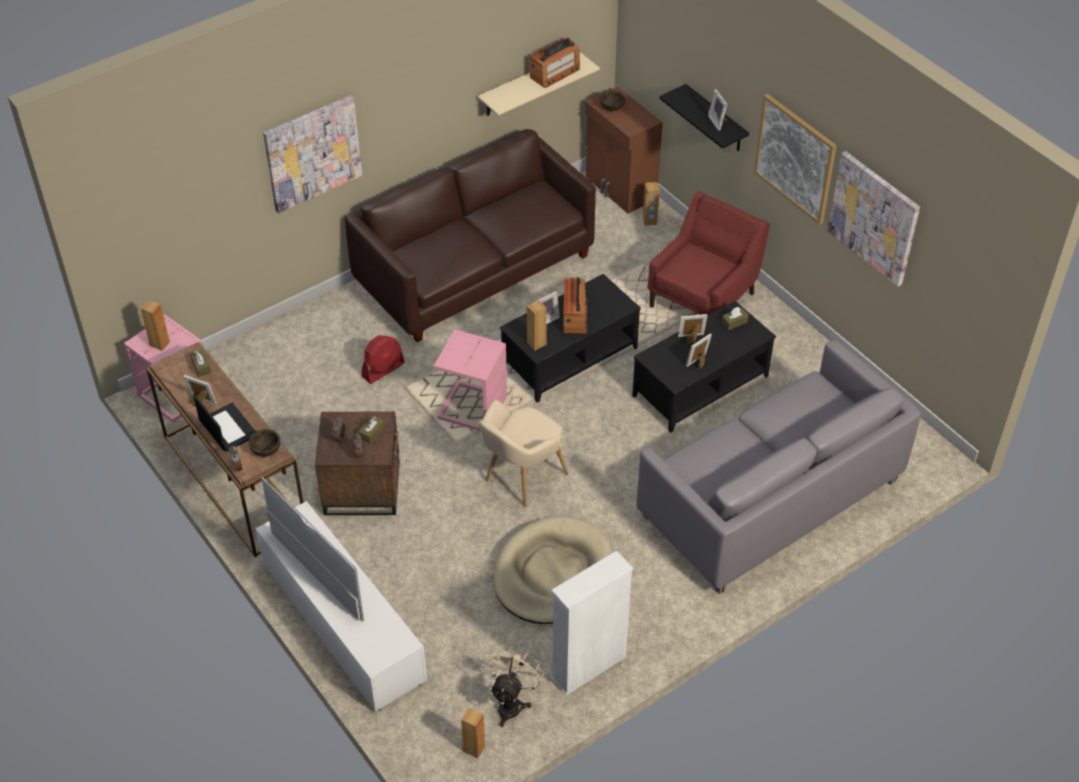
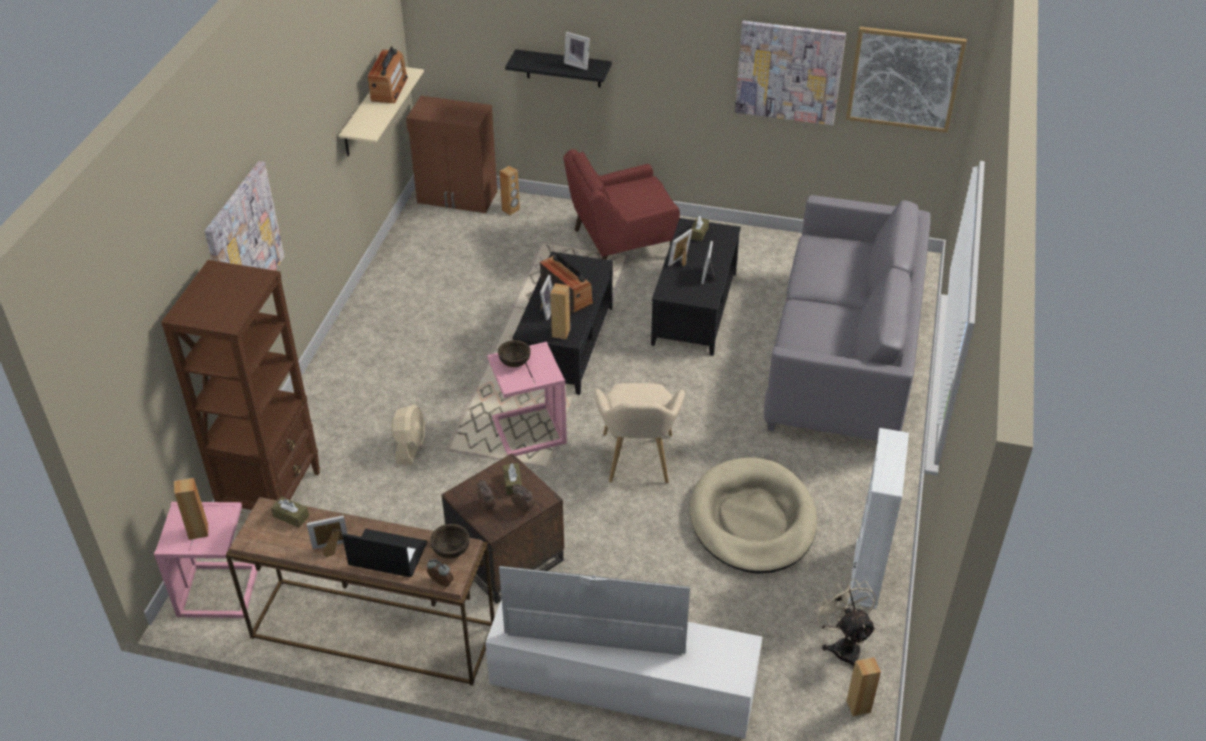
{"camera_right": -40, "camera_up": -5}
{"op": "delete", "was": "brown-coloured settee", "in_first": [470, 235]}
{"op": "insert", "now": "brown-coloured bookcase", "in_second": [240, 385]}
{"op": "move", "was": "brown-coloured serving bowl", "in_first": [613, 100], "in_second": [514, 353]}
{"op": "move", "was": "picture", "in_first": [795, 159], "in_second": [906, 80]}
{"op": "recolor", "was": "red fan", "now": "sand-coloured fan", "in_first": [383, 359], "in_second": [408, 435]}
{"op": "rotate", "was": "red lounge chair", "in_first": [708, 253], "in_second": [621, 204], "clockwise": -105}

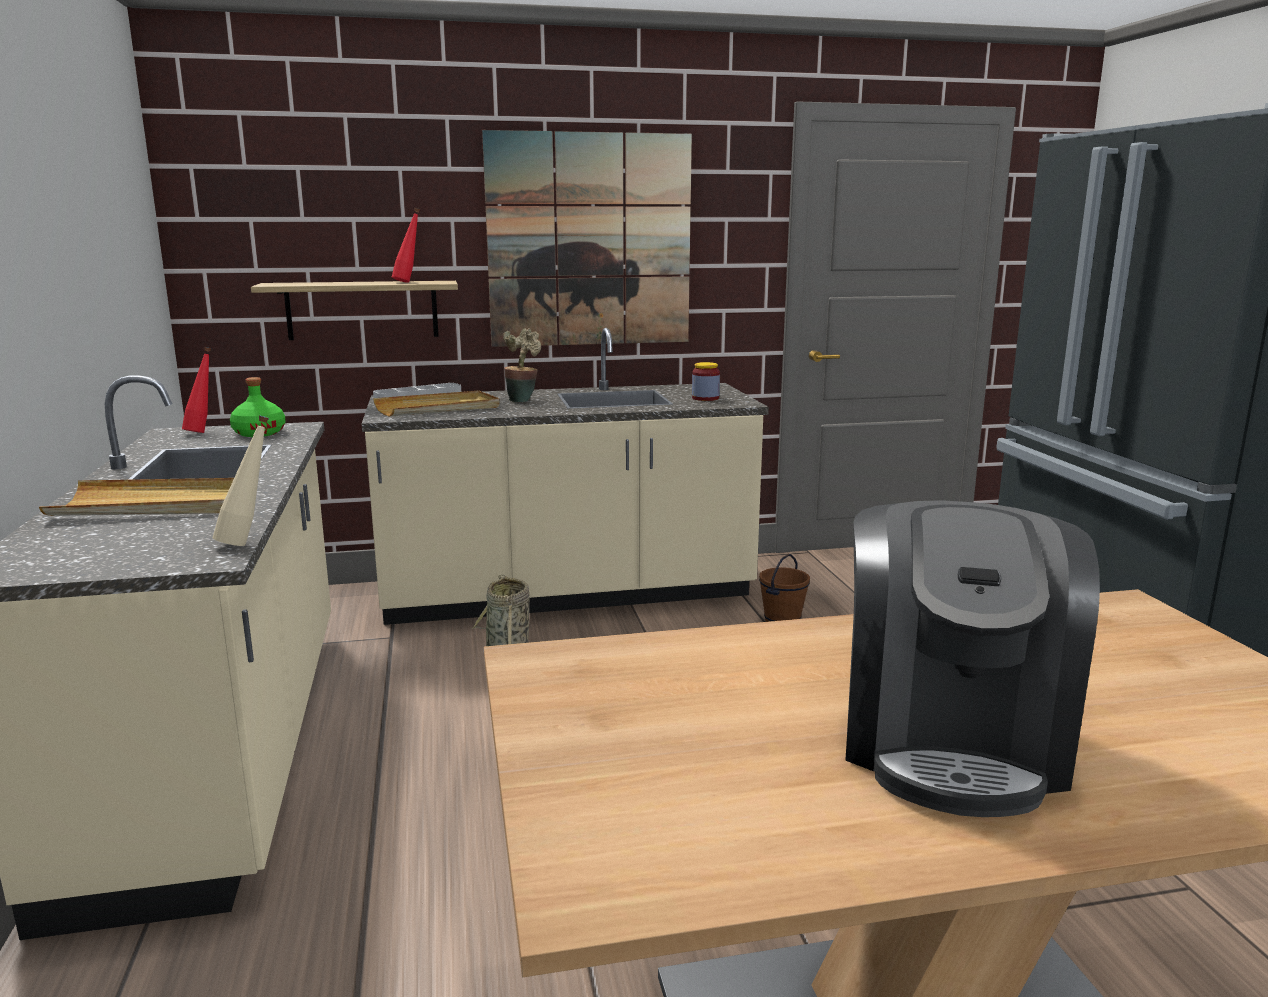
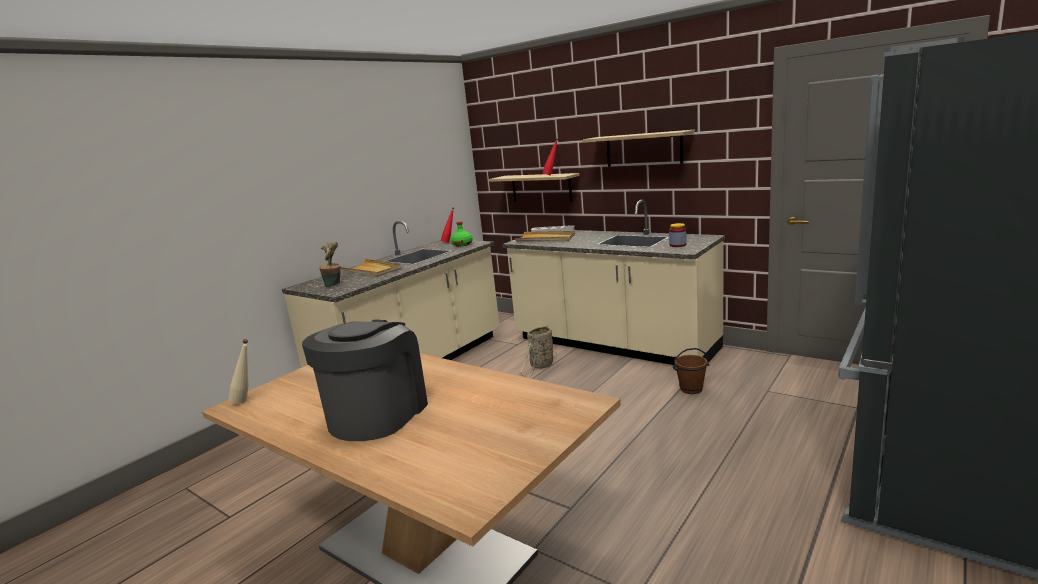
{"camera_right": 50, "camera_up": 0}
{"op": "move", "was": "sand-coloured beverage bottle", "in_first": [240, 480], "in_second": [239, 371]}
{"op": "move", "was": "plant in a pot", "in_first": [522, 365], "in_second": [329, 264]}
{"op": "replace", "was": "picture", "now": "shelf", "in_first": [587, 238], "in_second": [639, 148]}
{"op": "rotate", "was": "coffee brewer", "in_first": [972, 658], "in_second": [365, 380], "clockwise": 135}

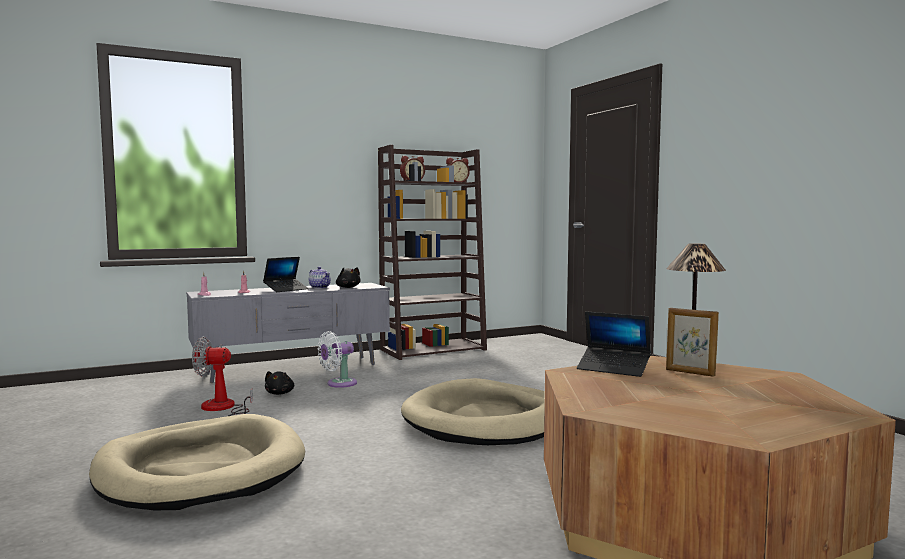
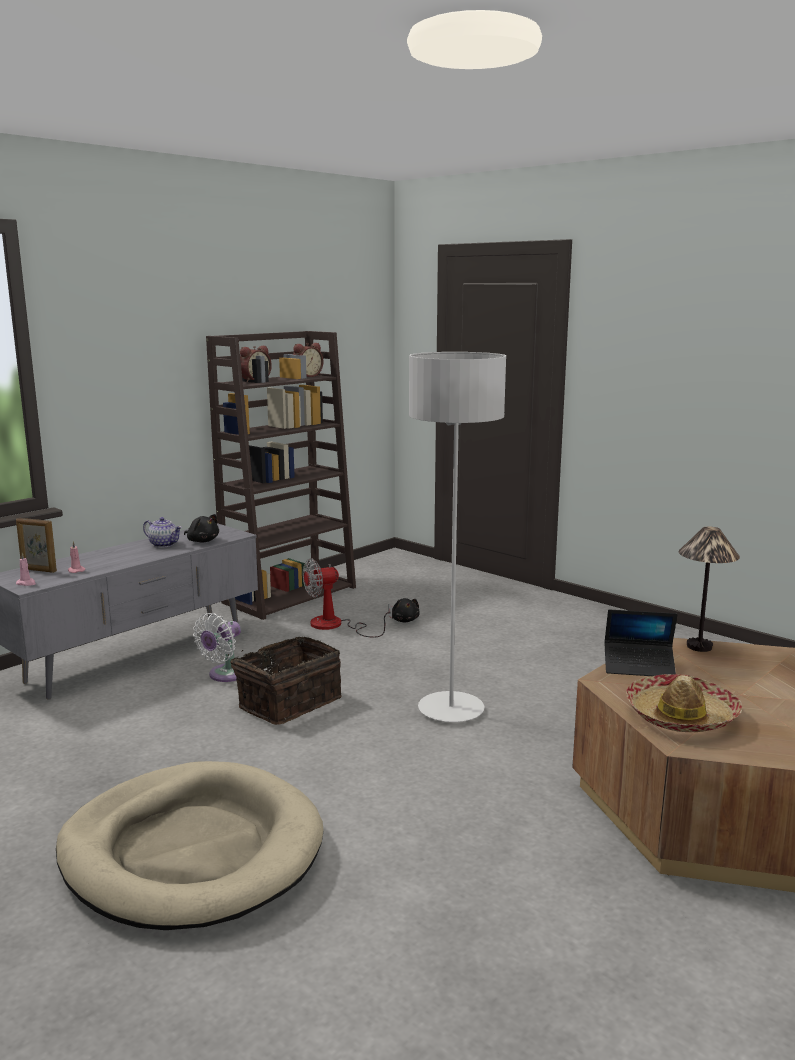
{"camera_right": -20, "camera_up": 10}
{"op": "delete", "was": "laptop", "in_first": [286, 274]}
{"op": "insert", "now": "basket", "in_second": [285, 680]}
{"op": "insert", "now": "wearable hat", "in_second": [684, 703]}
{"op": "move", "was": "fan", "in_first": [222, 376], "in_second": [347, 598]}
{"op": "move", "was": "black-coloured plush toy", "in_first": [279, 383], "in_second": [406, 610]}
{"op": "move", "was": "standing frame", "in_first": [692, 342], "in_second": [36, 545]}
{"op": "replace", "was": "sand-coloured pet bed", "now": "grey floor lamp", "in_first": [473, 411], "in_second": [457, 537]}

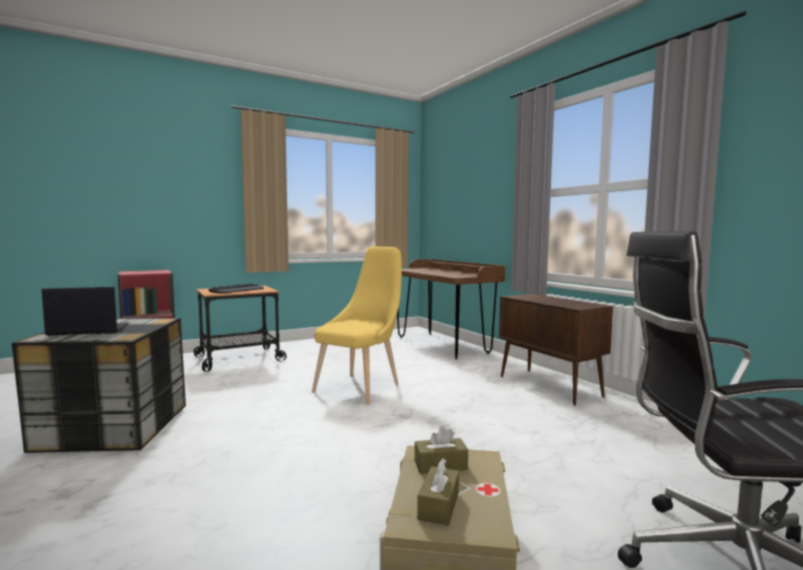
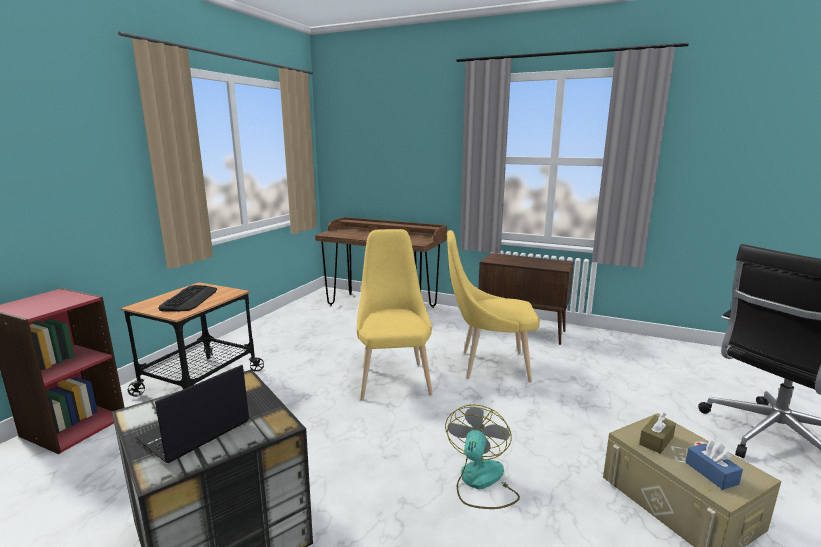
{"camera_right": -35, "camera_up": 10}
{"op": "insert", "now": "fan", "in_second": [482, 457]}
{"op": "insert", "now": "yellow-coloured chair", "in_second": [493, 306]}
{"op": "recolor", "was": "brown-coloured tissue box", "now": "bluish tissue box", "in_first": [438, 492], "in_second": [714, 465]}

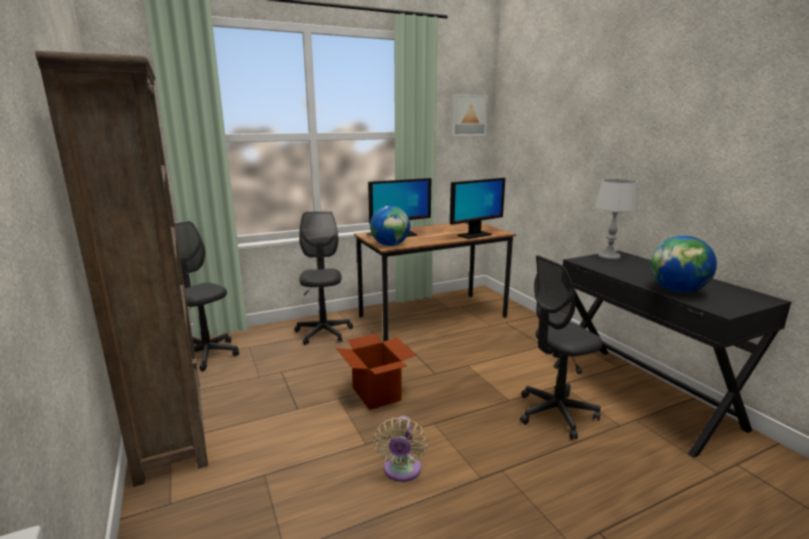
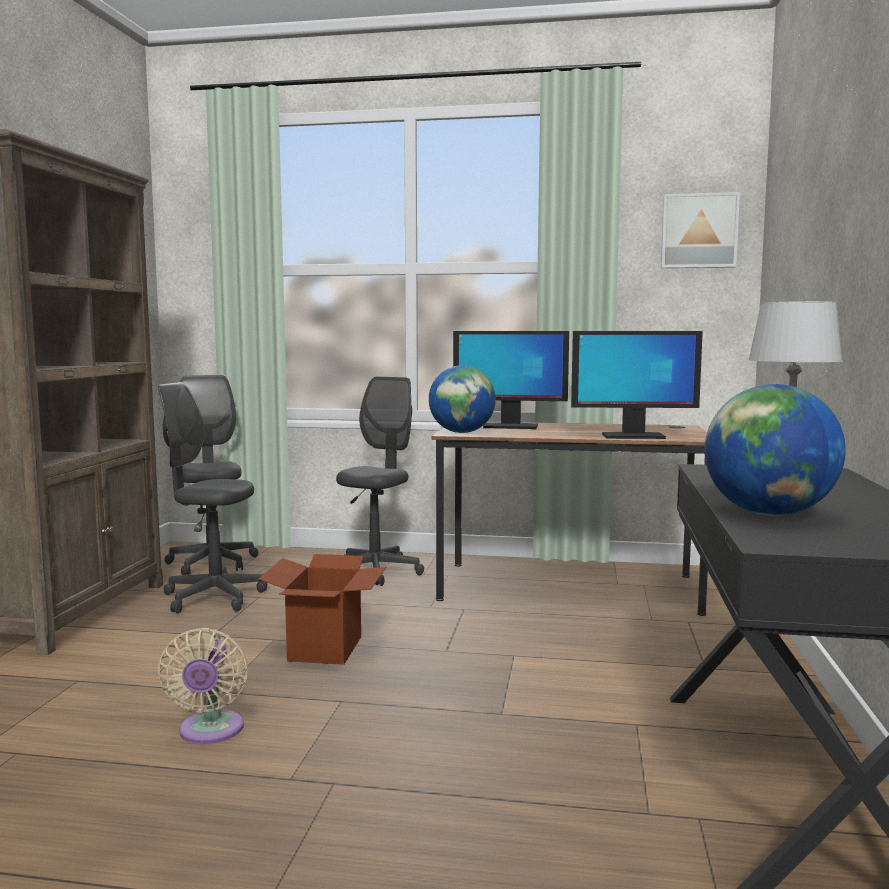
{"camera_right": 35, "camera_up": -10}
{"op": "move", "was": "grey desk chair", "in_first": [561, 347], "in_second": [212, 497]}
{"op": "rotate", "was": "sand-coloured fan", "in_first": [400, 449], "in_second": [203, 686], "clockwise": -45}

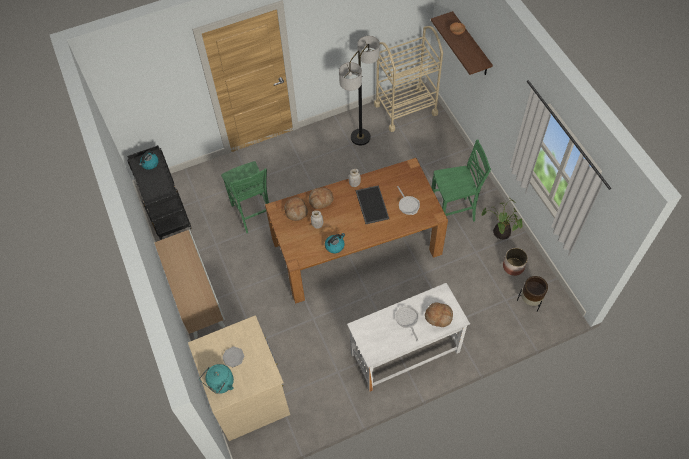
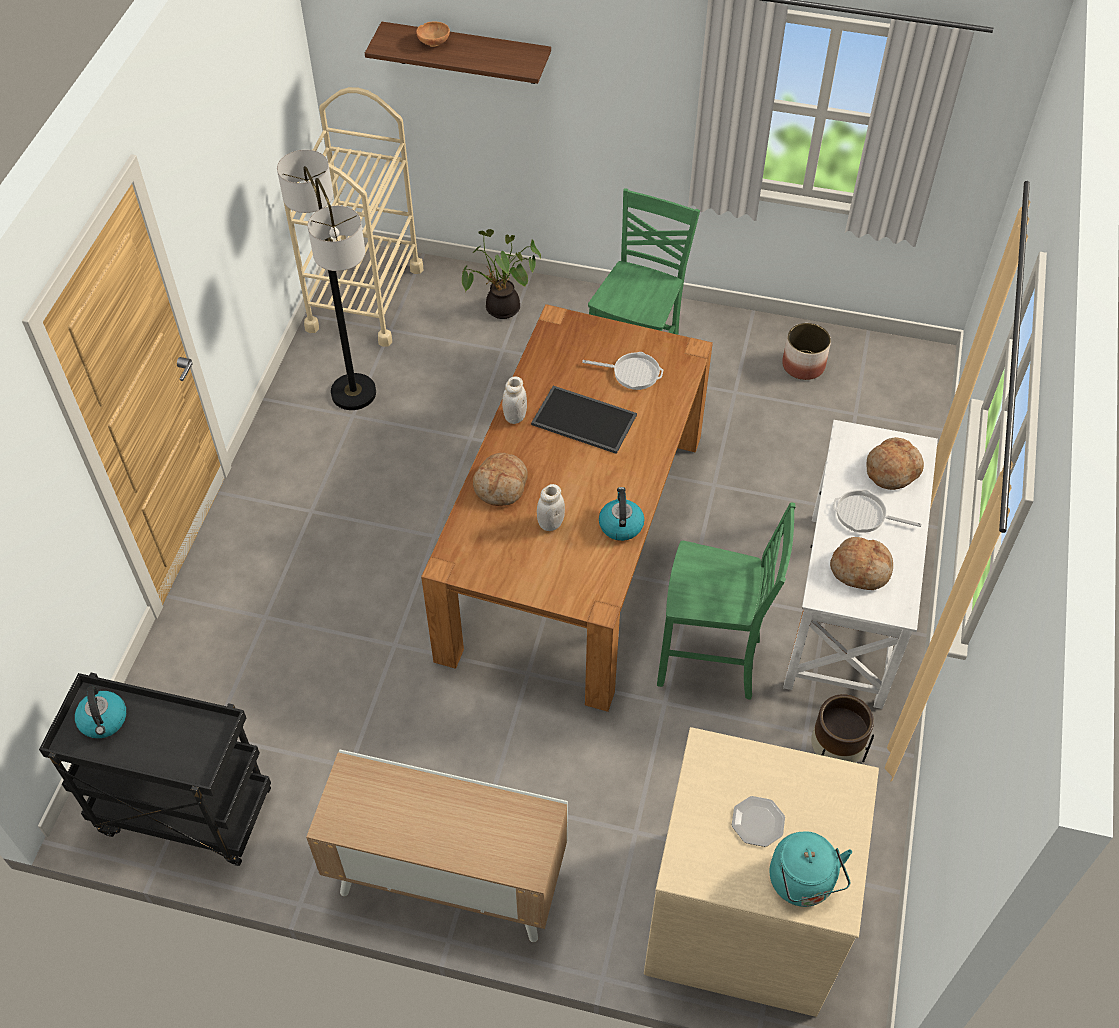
{"camera_right": -55, "camera_up": -5}
{"op": "move", "was": "greenish chair", "in_first": [245, 197], "in_second": [726, 601]}
{"op": "move", "was": "baked bread", "in_first": [296, 209], "in_second": [861, 563]}
{"op": "move", "was": "plant in a pot", "in_first": [501, 219], "in_second": [501, 274]}
{"op": "move", "was": "brown-coloured plant pot", "in_first": [532, 294], "in_second": [842, 728]}

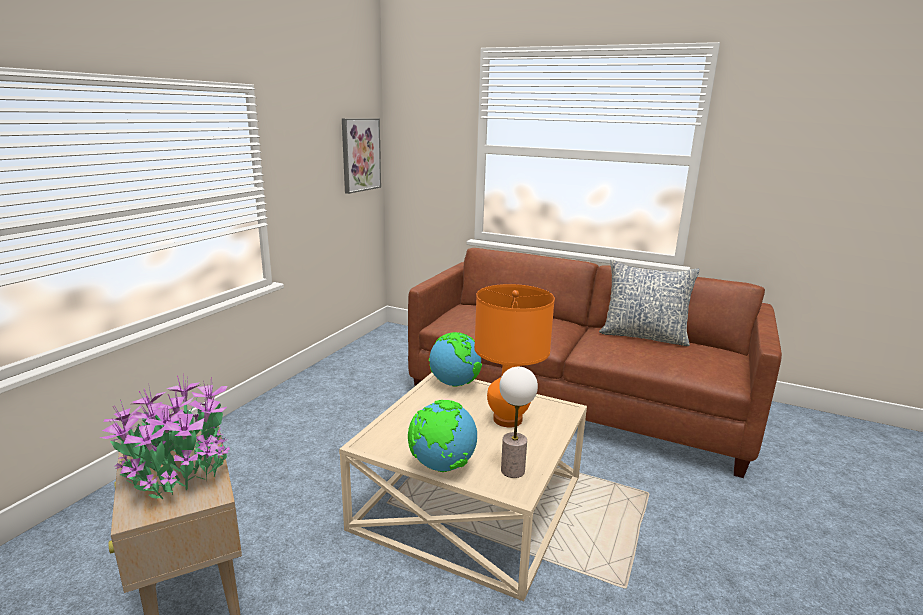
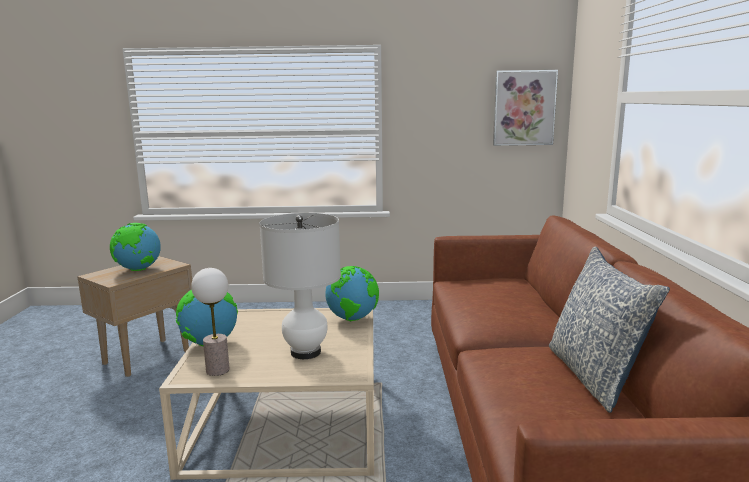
{"camera_right": 65, "camera_up": -5}
{"op": "replace", "was": "plant in a pot", "now": "desk globe", "in_first": [164, 437], "in_second": [135, 247]}
{"op": "recolor", "was": "orange-coloured lamp for a table", "now": "white lamp for a table", "in_first": [514, 355], "in_second": [300, 286]}

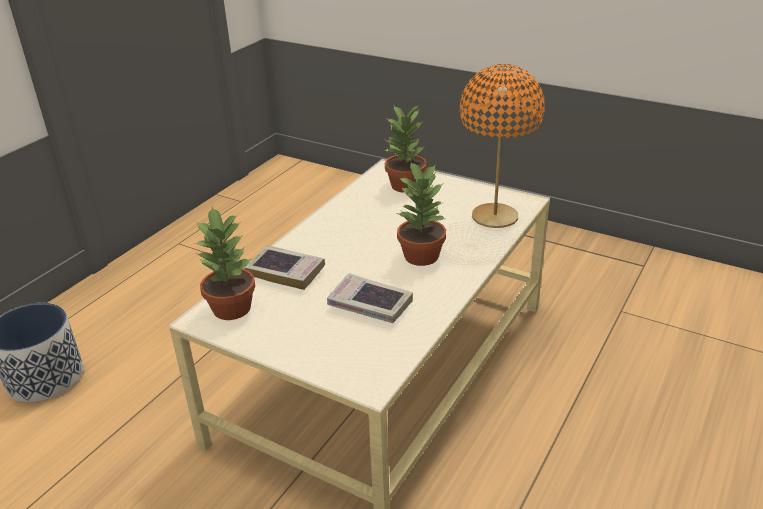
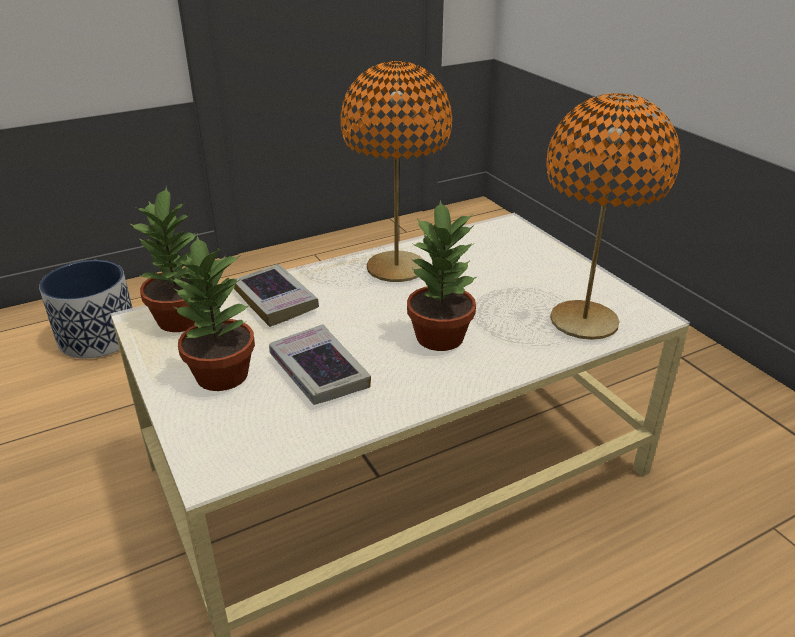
{"camera_right": 30, "camera_up": 0}
{"op": "insert", "now": "orange-coloured lamp for a table", "in_second": [396, 171]}
{"op": "move", "was": "plant in a pot", "in_first": [406, 149], "in_second": [212, 313]}

